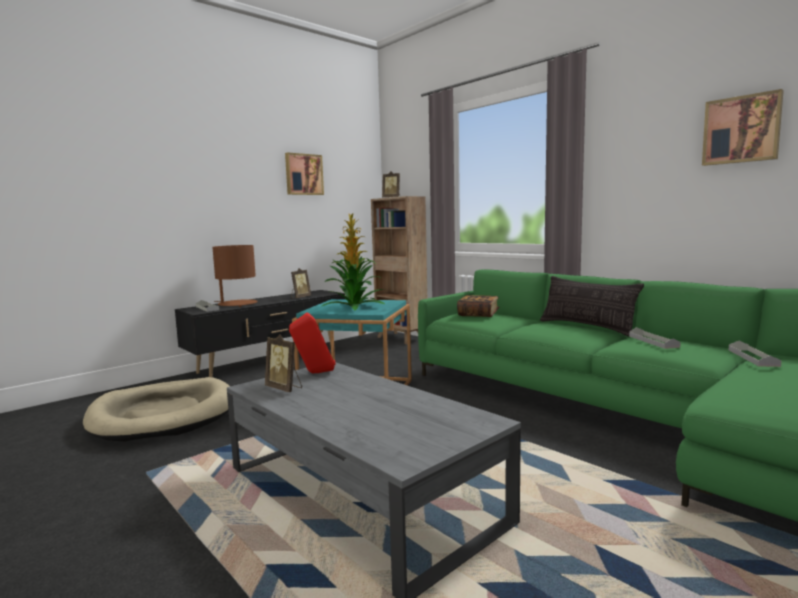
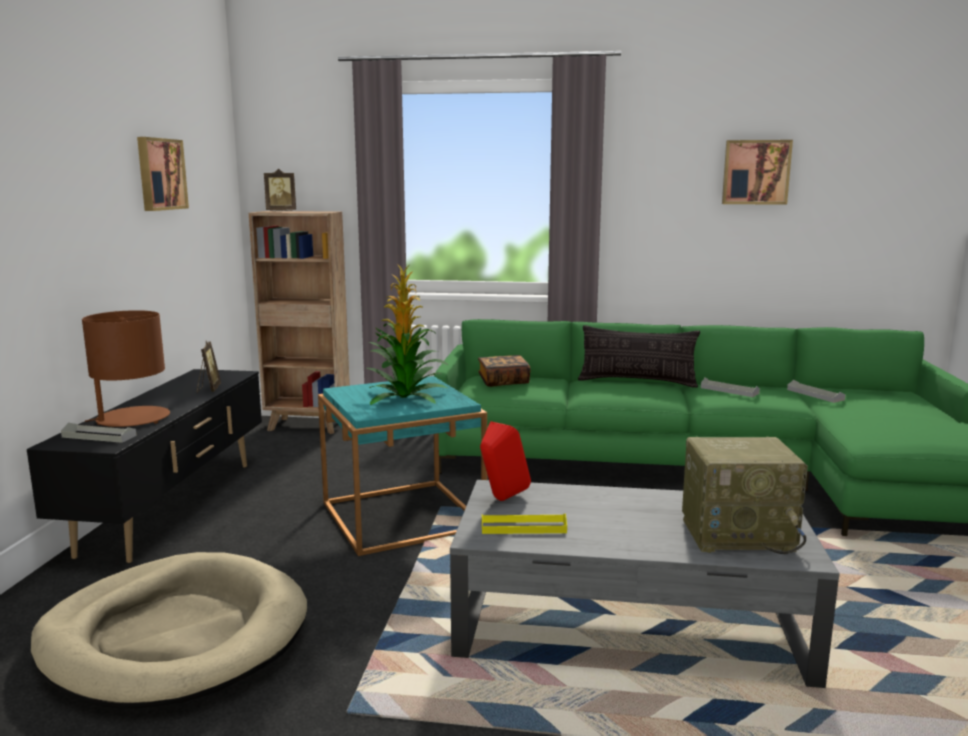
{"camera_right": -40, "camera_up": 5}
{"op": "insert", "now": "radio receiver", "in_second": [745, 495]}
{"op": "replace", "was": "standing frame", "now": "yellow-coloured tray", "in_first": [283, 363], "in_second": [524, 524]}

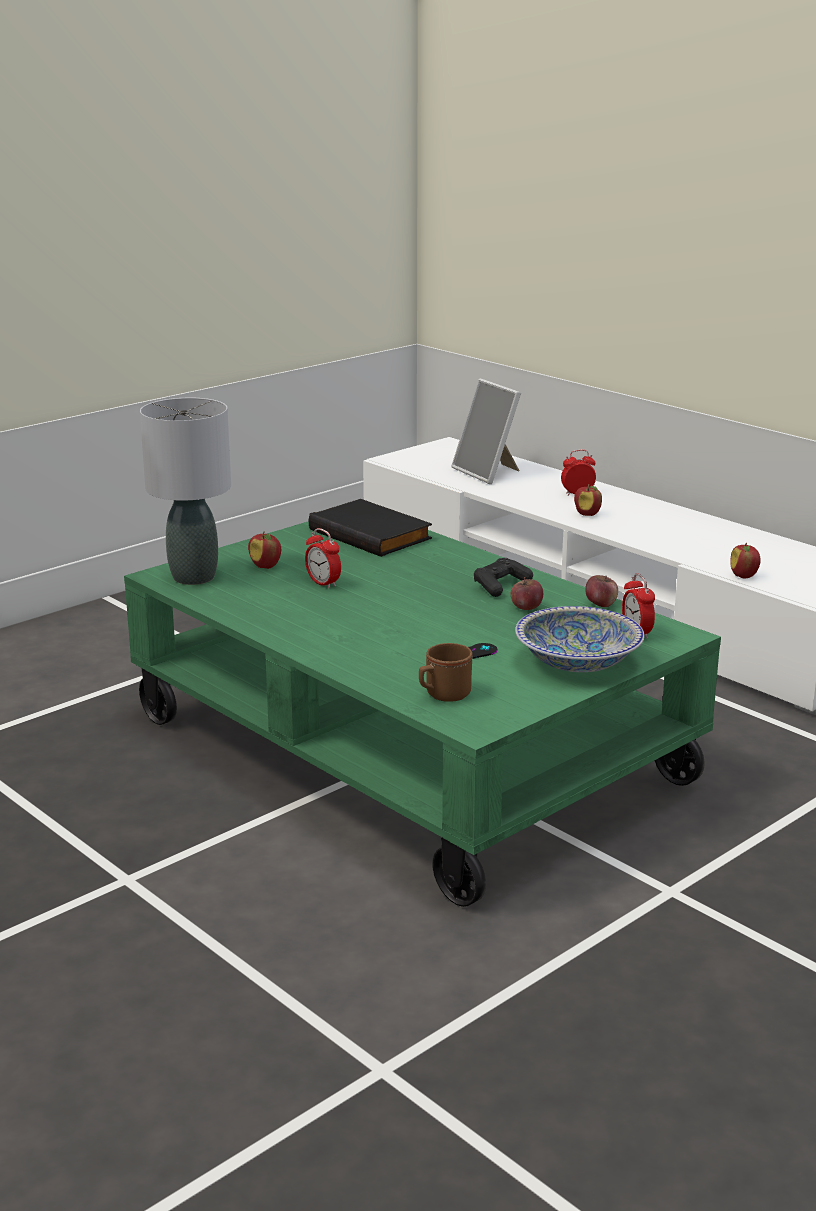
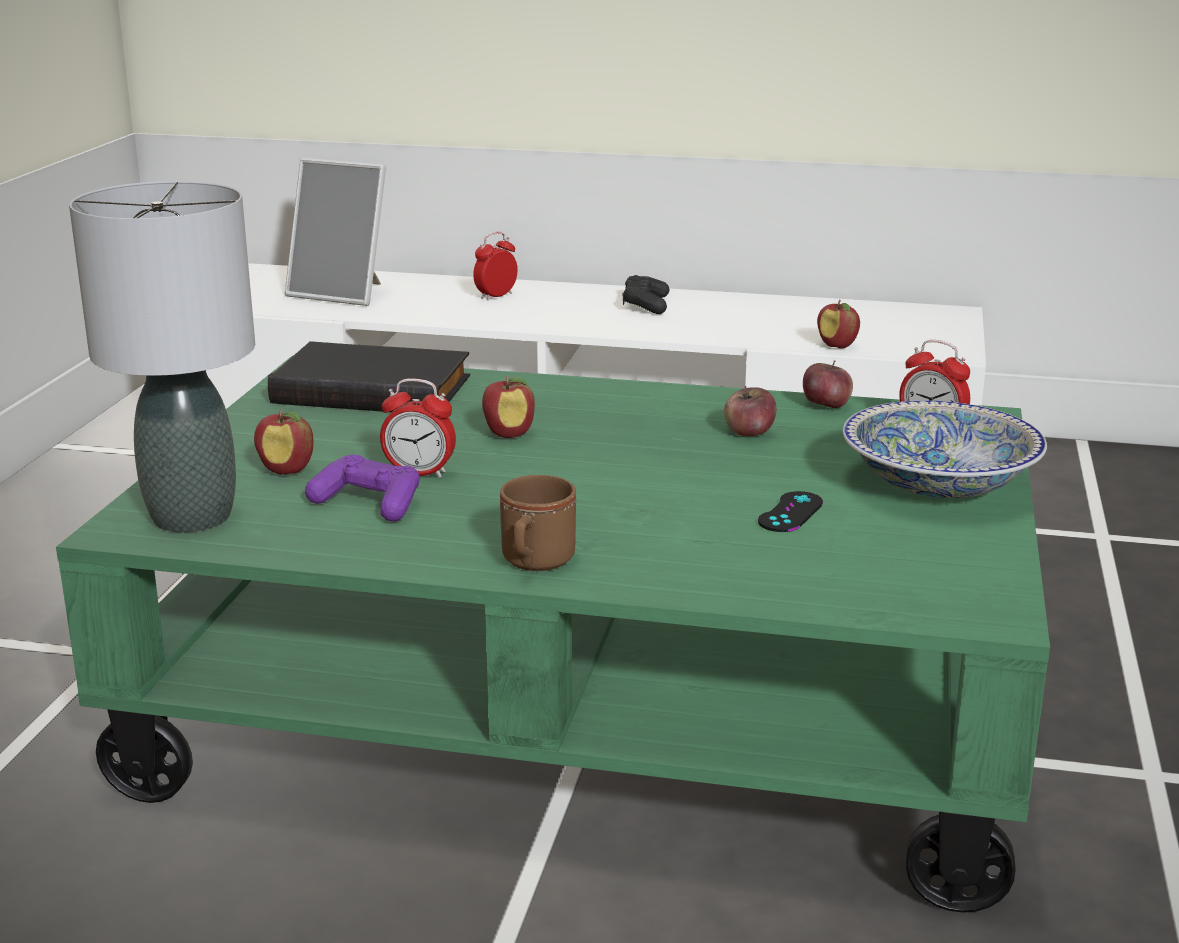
{"camera_right": -35, "camera_up": 0}
{"op": "insert", "now": "purplish gamepad", "in_second": [362, 488]}
{"op": "move", "was": "brown-coloured coffee mug", "in_first": [445, 672], "in_second": [538, 523]}
{"op": "move", "was": "black-coloured gamepad", "in_first": [503, 577], "in_second": [645, 294]}
{"op": "move", "was": "apple", "in_first": [588, 500], "in_second": [508, 407]}

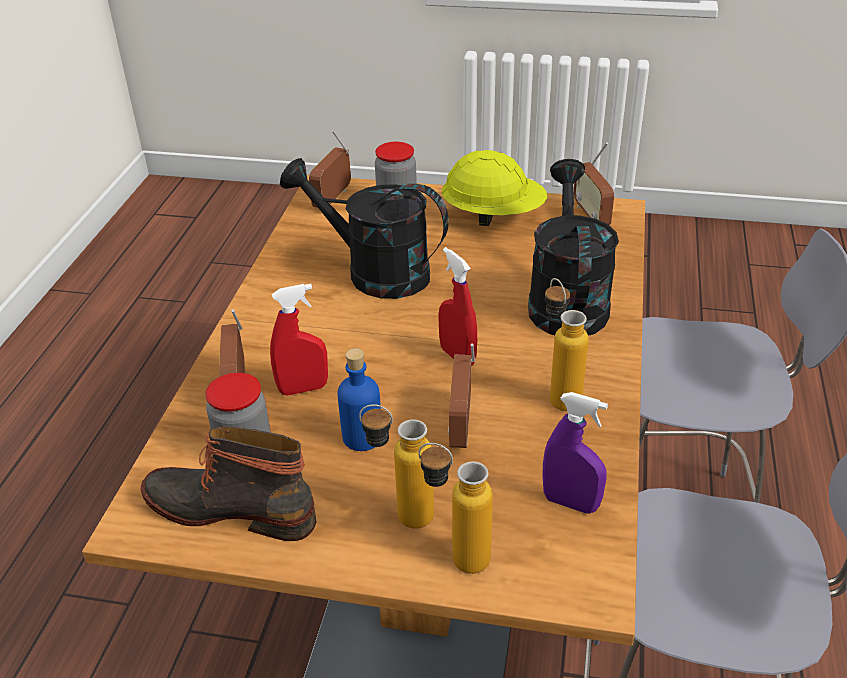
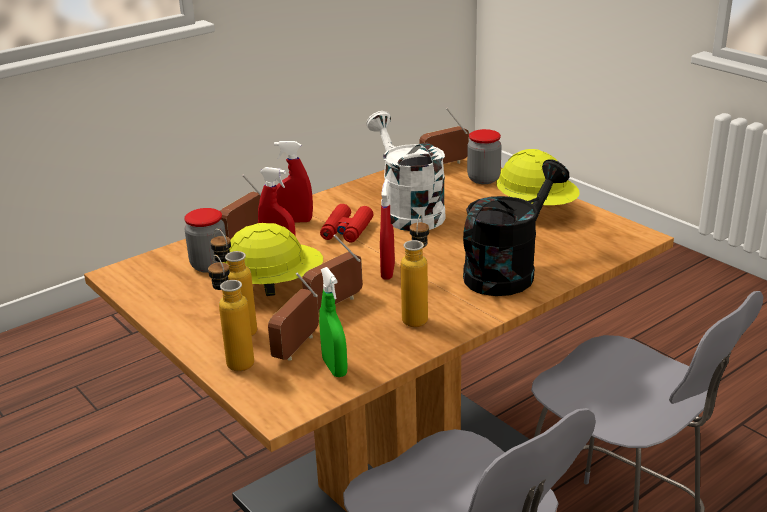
{"camera_right": 40, "camera_up": -10}
{"op": "delete", "was": "tall boot", "in_first": [228, 483]}
{"op": "insert", "now": "red sprayer", "in_second": [293, 182]}
{"op": "insert", "now": "red field glasses", "in_second": [346, 223]}
{"op": "move", "was": "radio receiver", "in_first": [593, 183], "in_second": [293, 316]}
{"op": "replace", "was": "bluish beverage bottle", "now": "yellow-coloured hard hat", "in_first": [359, 399], "in_second": [272, 259]}
{"op": "recolor", "was": "black-coloured sprinkling can", "now": "white sprinkling can", "in_first": [364, 228], "in_second": [406, 171]}
{"op": "recolor", "was": "purplish sprayer", "now": "greenish sprayer", "in_first": [575, 453], "in_second": [333, 322]}

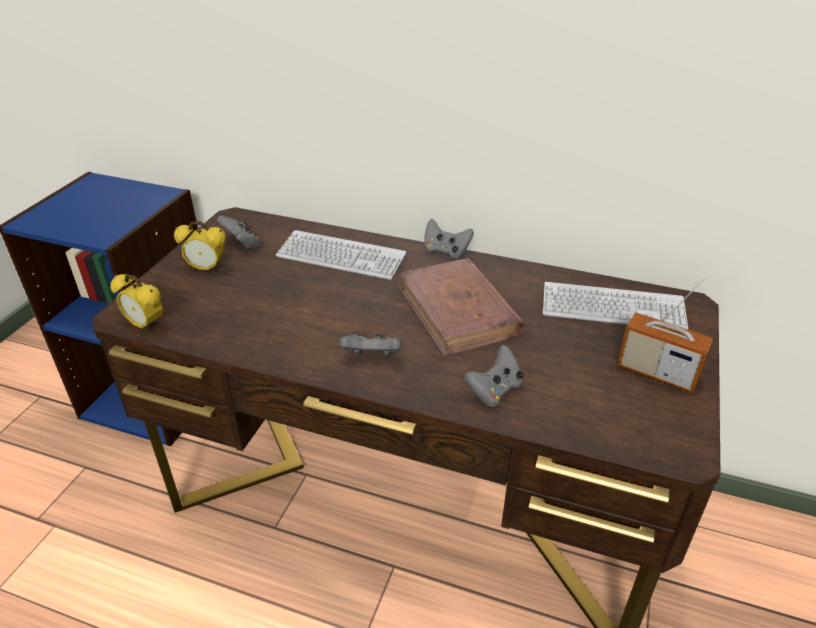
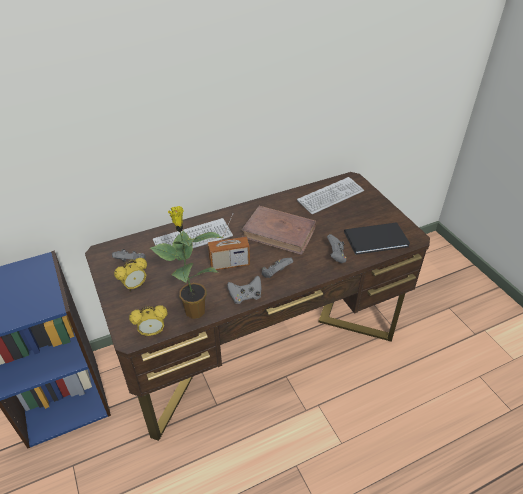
{"camera_right": -45, "camera_up": 5}
{"op": "insert", "now": "plant in a pot", "in_second": [186, 262]}
{"op": "insert", "now": "black-coloured book", "in_second": [377, 238]}
{"op": "move", "was": "grey gamepad", "in_first": [449, 239], "in_second": [244, 290]}
{"op": "move", "was": "radio receiver", "in_first": [665, 335], "in_second": [229, 242]}

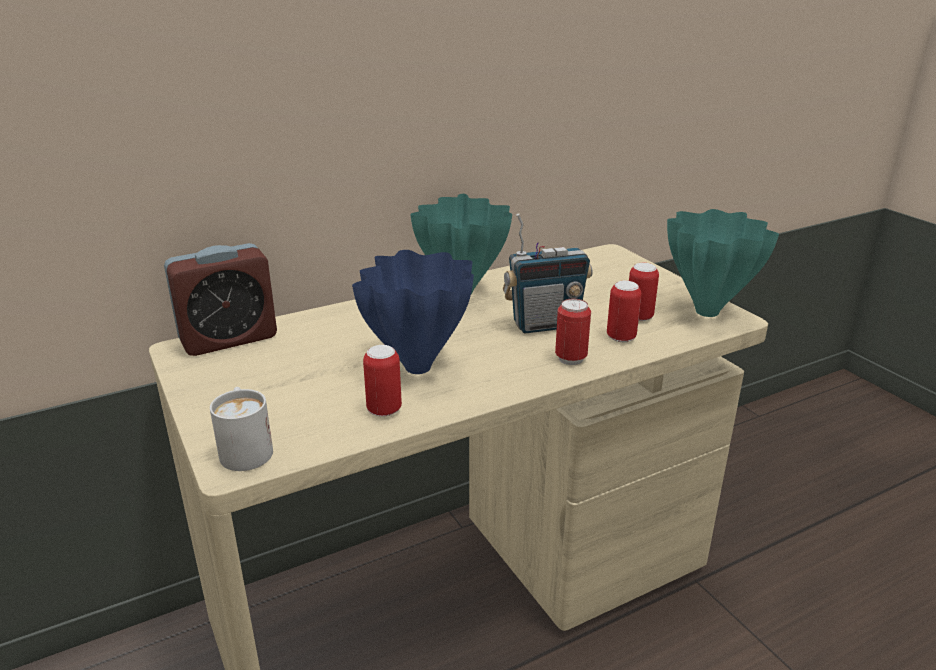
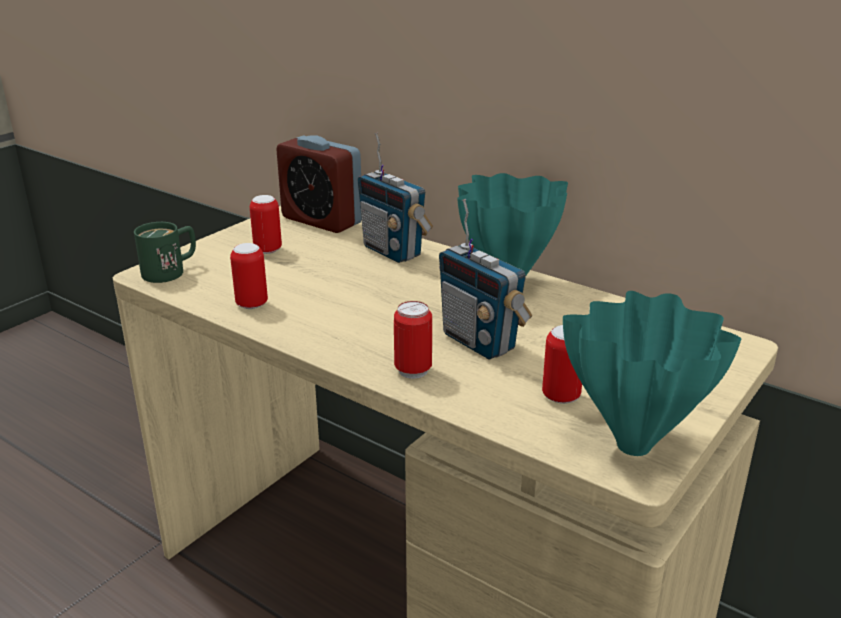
{"camera_right": 65, "camera_up": 0}
{"op": "delete", "was": "bluish flower vase", "in_first": [413, 312]}
{"op": "insert", "now": "radio receiver", "in_second": [395, 197]}
{"op": "move", "was": "sealed can", "in_first": [624, 311], "in_second": [266, 224]}
{"op": "recolor", "was": "white coffee mug", "now": "greenish coffee mug", "in_first": [241, 429], "in_second": [165, 252]}

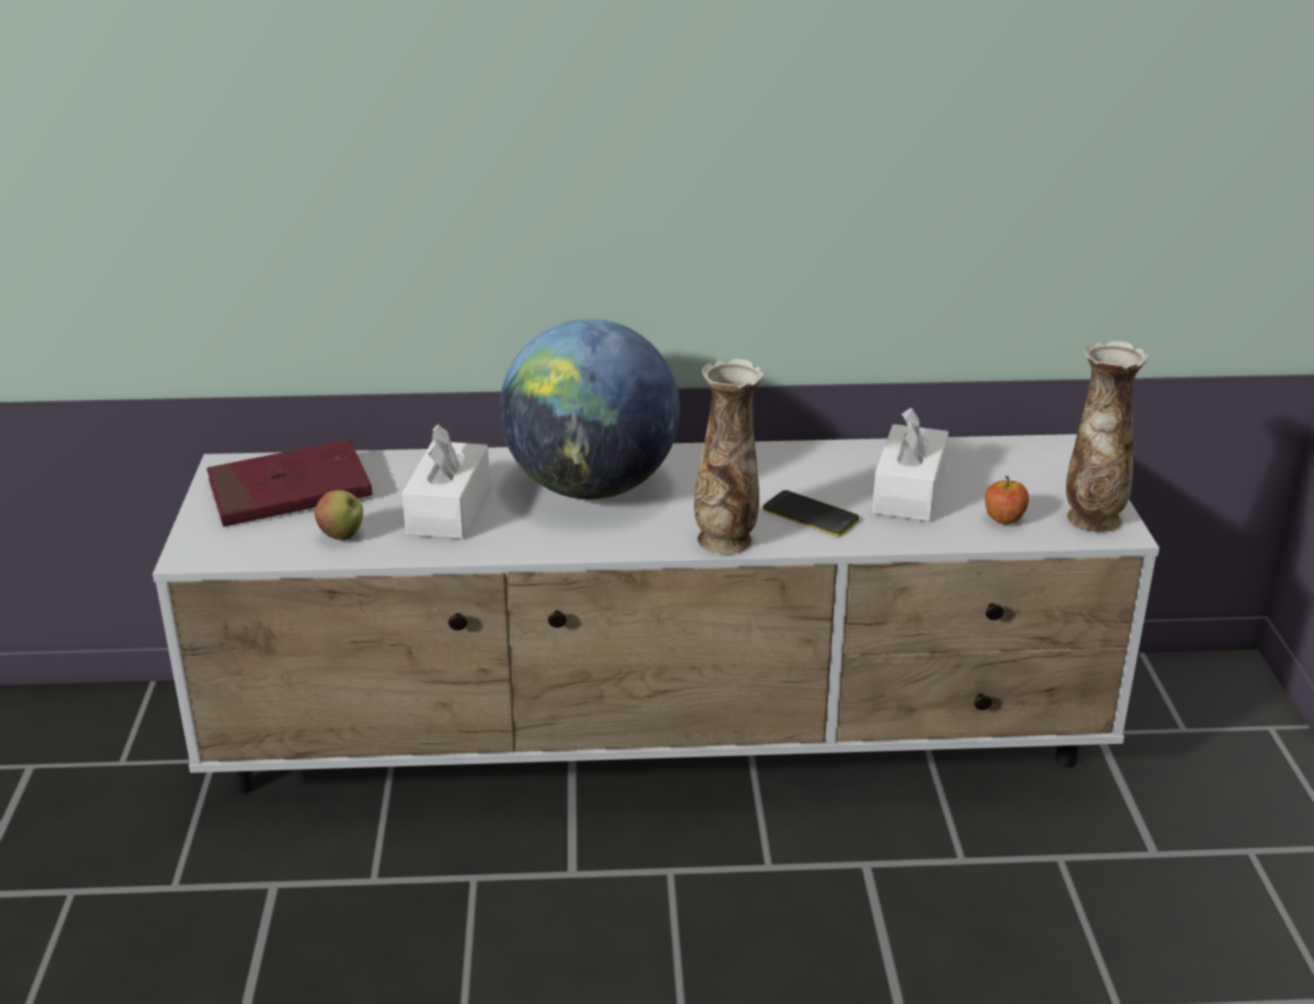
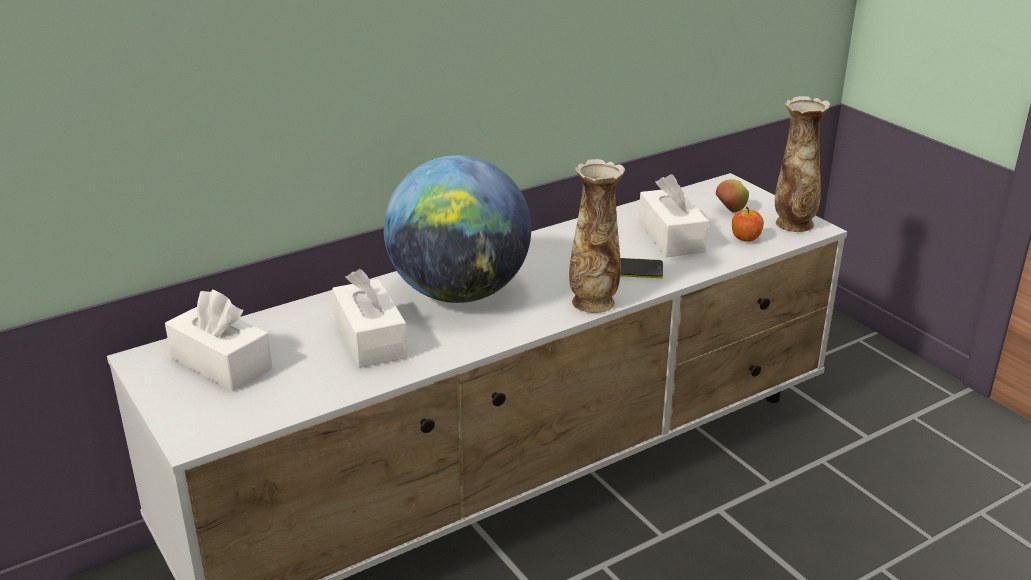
{"camera_right": -30, "camera_up": 0}
{"op": "move", "was": "apple", "in_first": [339, 515], "in_second": [732, 195]}
{"op": "replace", "was": "red book", "now": "white tissue box", "in_first": [289, 483], "in_second": [219, 340]}

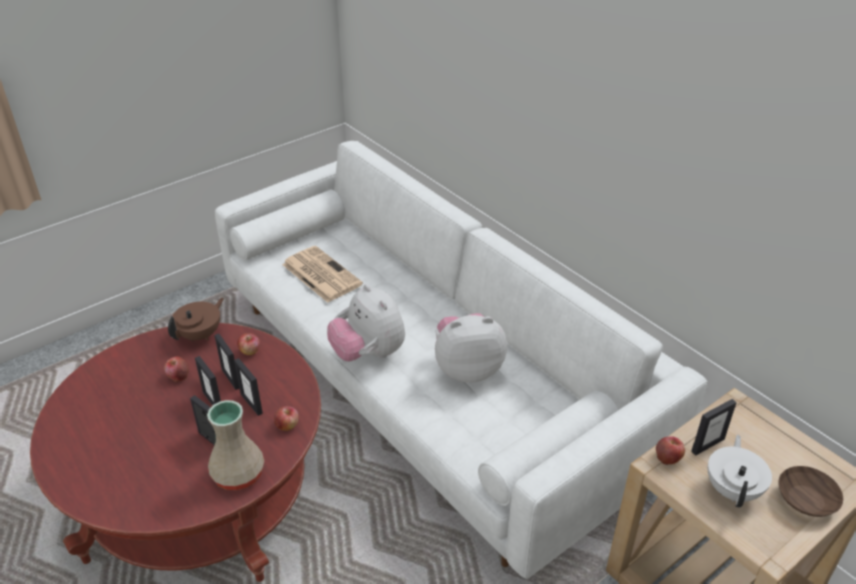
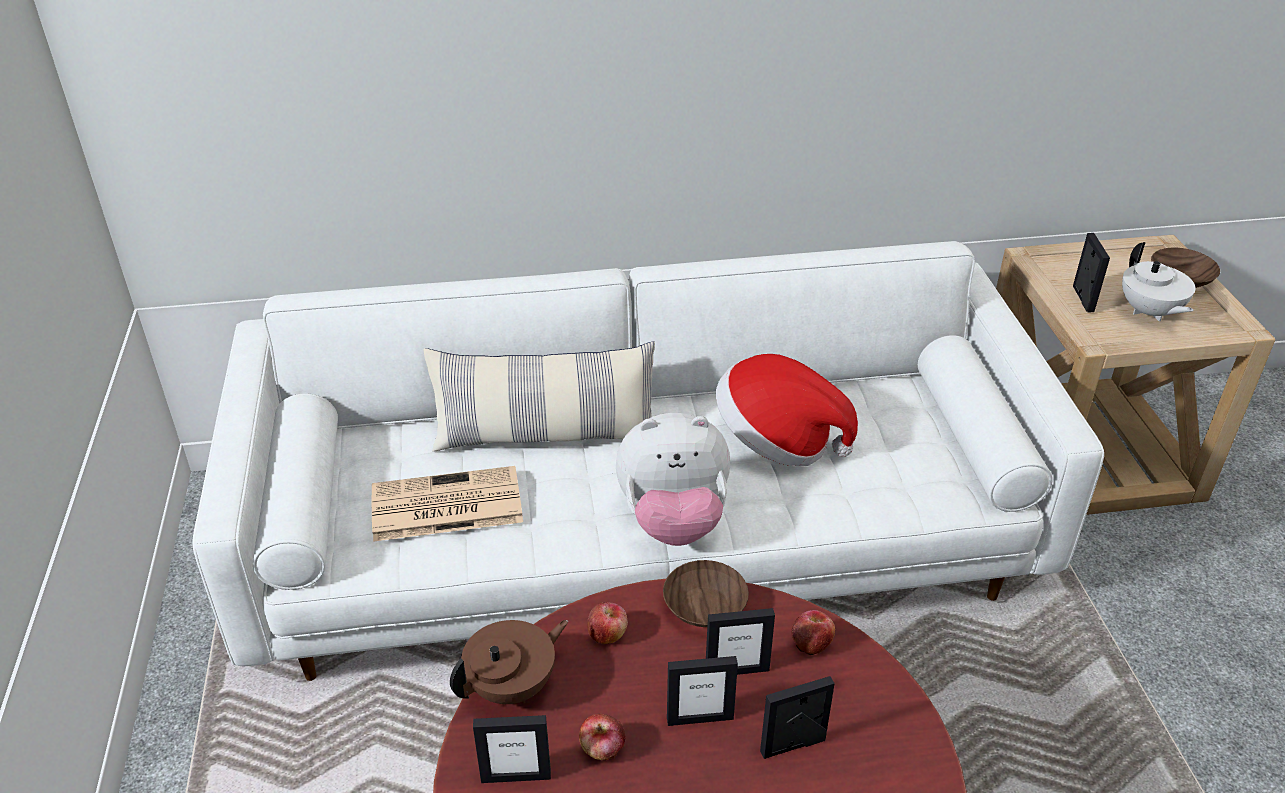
{"camera_right": -60, "camera_up": 0}
{"op": "delete", "was": "sand-coloured flower vase", "in_first": [235, 445]}
{"op": "delete", "was": "apple", "in_first": [670, 450]}
{"op": "insert", "now": "pillow", "in_second": [539, 396]}
{"op": "insert", "now": "brown-coloured serving bowl", "in_second": [706, 593]}
{"op": "move", "was": "standing frame", "in_first": [227, 362], "in_second": [512, 749]}
{"op": "replace", "was": "plush toy", "now": "wearable hat", "in_first": [471, 348], "in_second": [787, 410]}
{"op": "rotate", "was": "brown-coloured pot for tea", "in_first": [196, 319], "in_second": [509, 662], "clockwise": 75}
{"op": "rotate", "was": "white pot for tea", "in_first": [740, 471], "in_second": [1159, 282], "clockwise": -150}

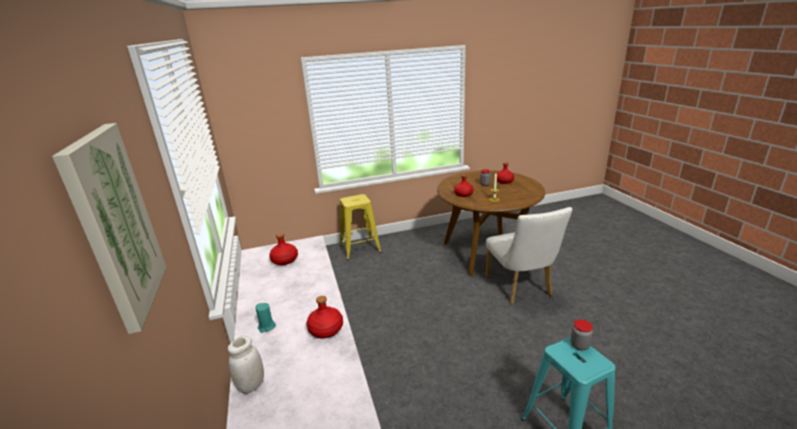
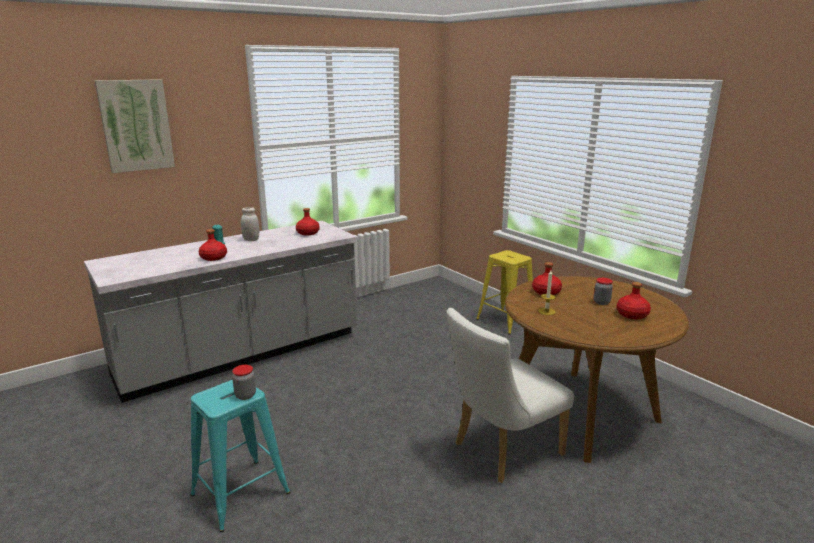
{"camera_right": 70, "camera_up": -5}
{"op": "move", "was": "white preserve jar", "in_first": [246, 365], "in_second": [250, 224]}

